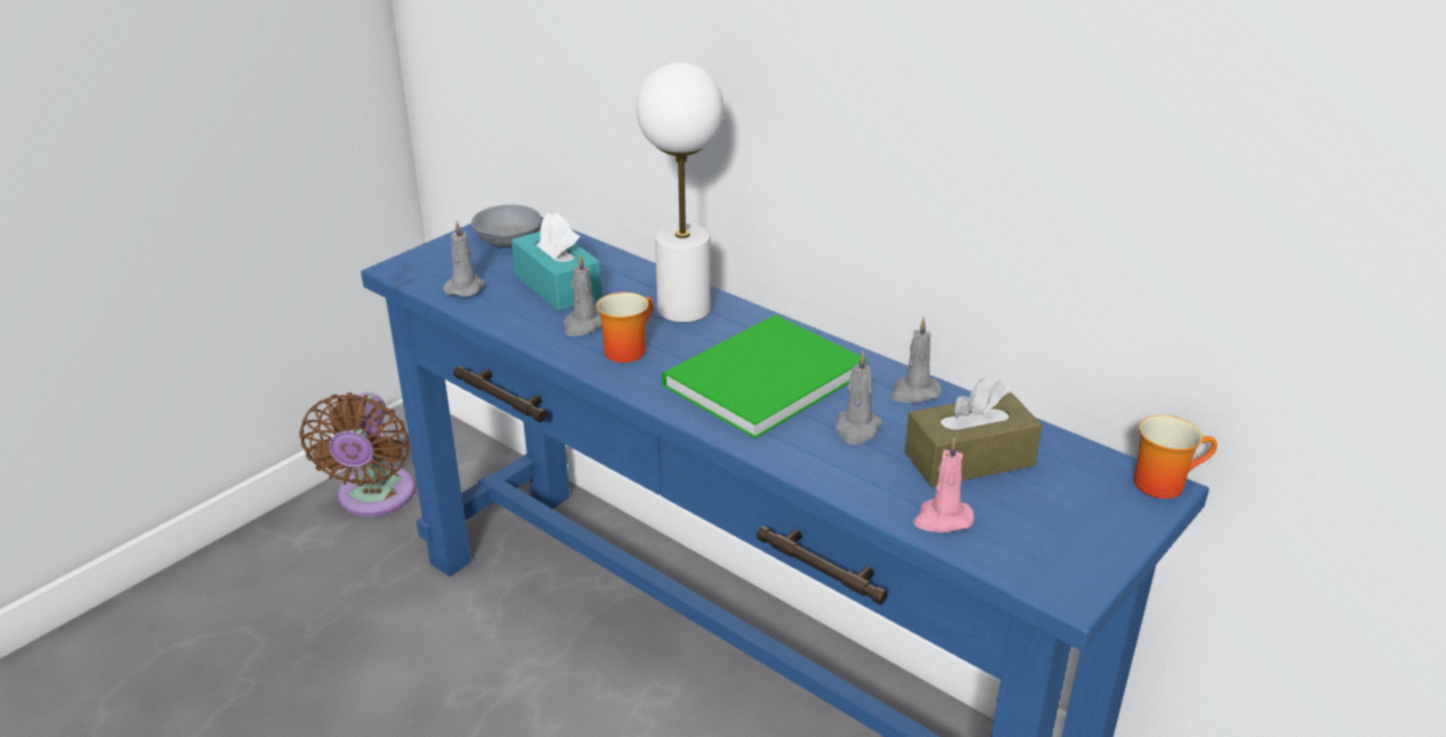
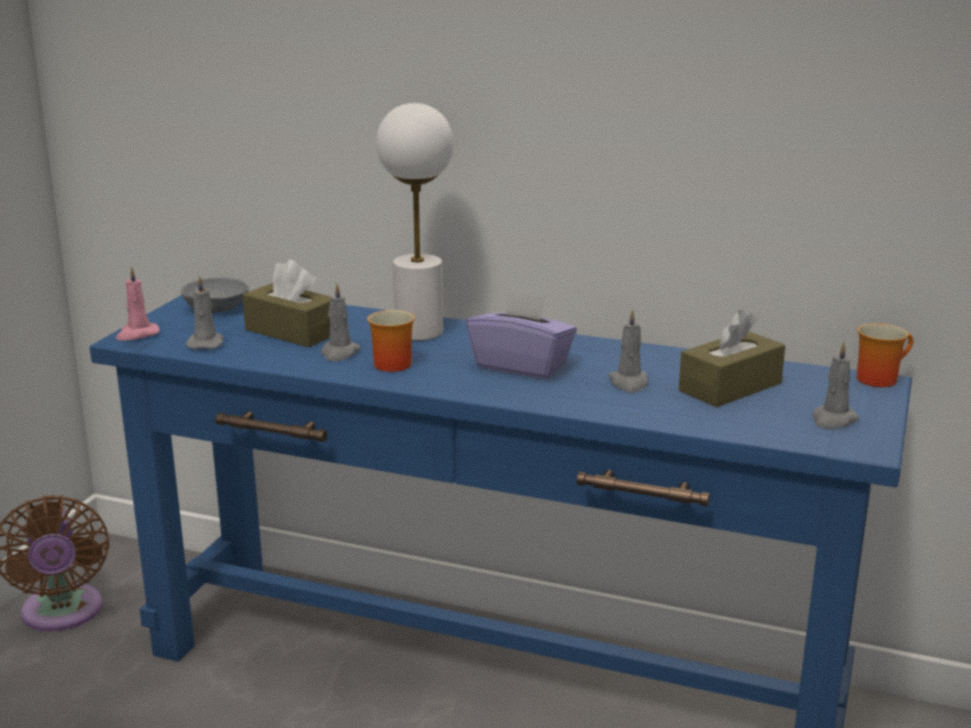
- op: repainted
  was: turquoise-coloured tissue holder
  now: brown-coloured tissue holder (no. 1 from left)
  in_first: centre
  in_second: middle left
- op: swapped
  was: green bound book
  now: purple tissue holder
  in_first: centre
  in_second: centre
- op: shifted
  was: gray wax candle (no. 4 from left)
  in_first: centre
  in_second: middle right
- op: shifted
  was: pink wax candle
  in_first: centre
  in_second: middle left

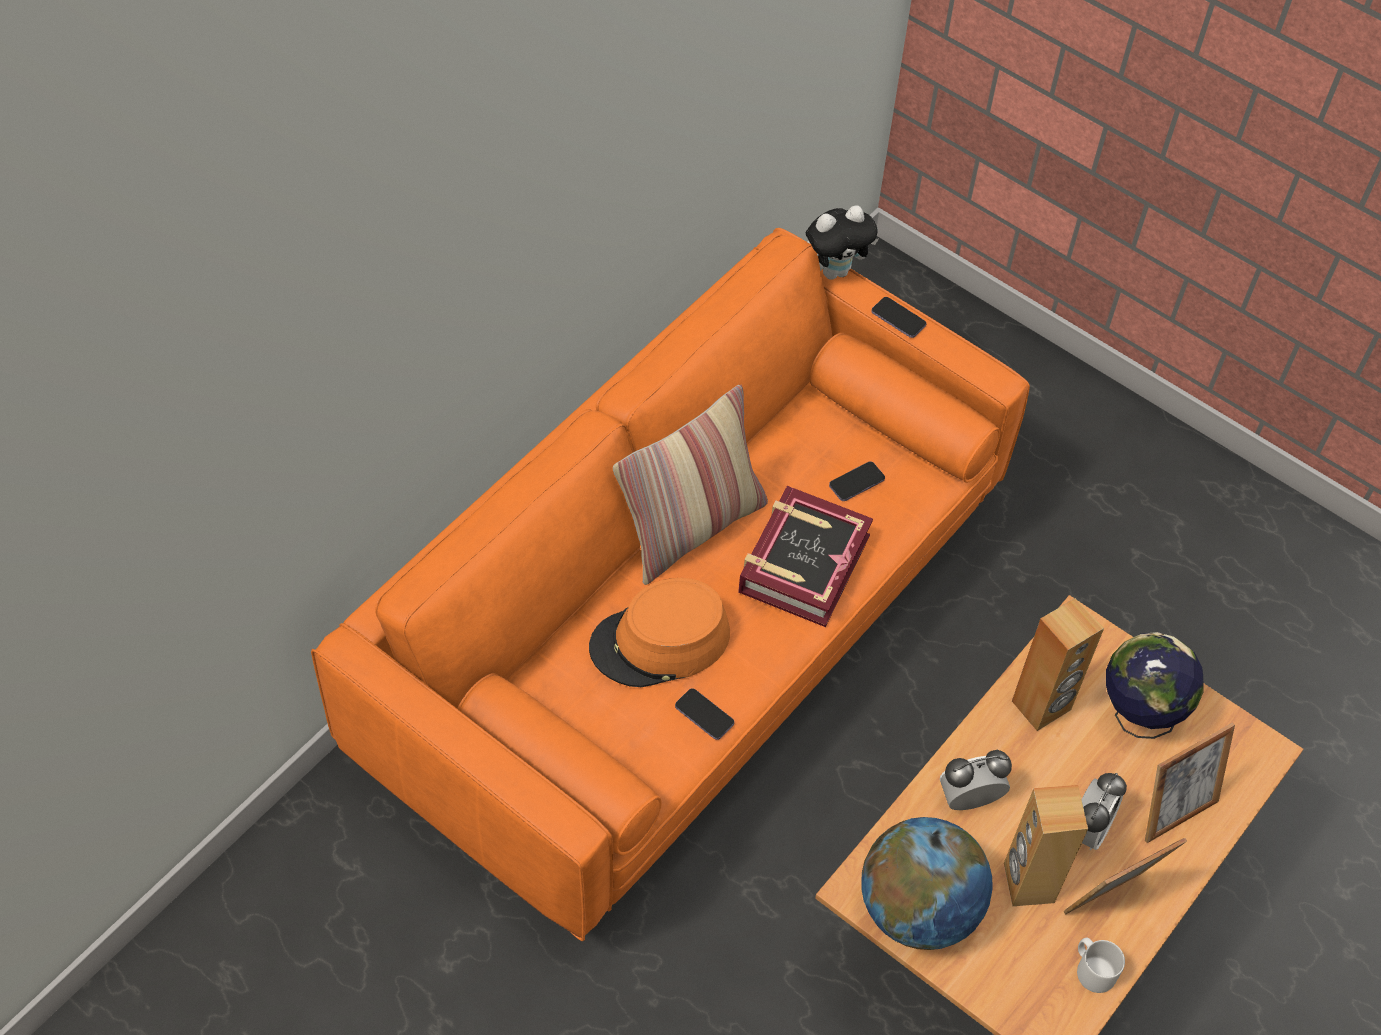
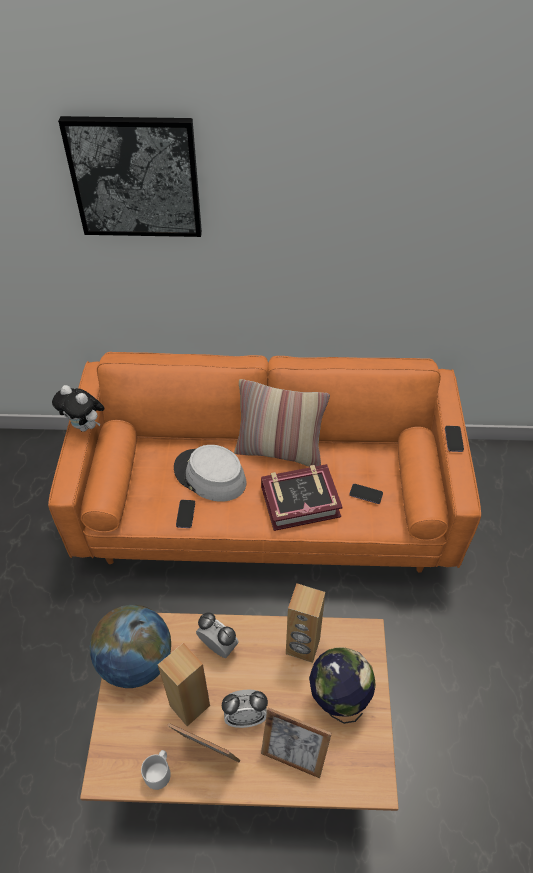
- op: repainted
  was: orange-coloured hat
  now: gray hat
  in_first: centre
  in_second: centre
- op: shifted
  was: plush toy
  in_first: top centre
  in_second: middle left
- op: new
  now: wall picture
  in_second: top left

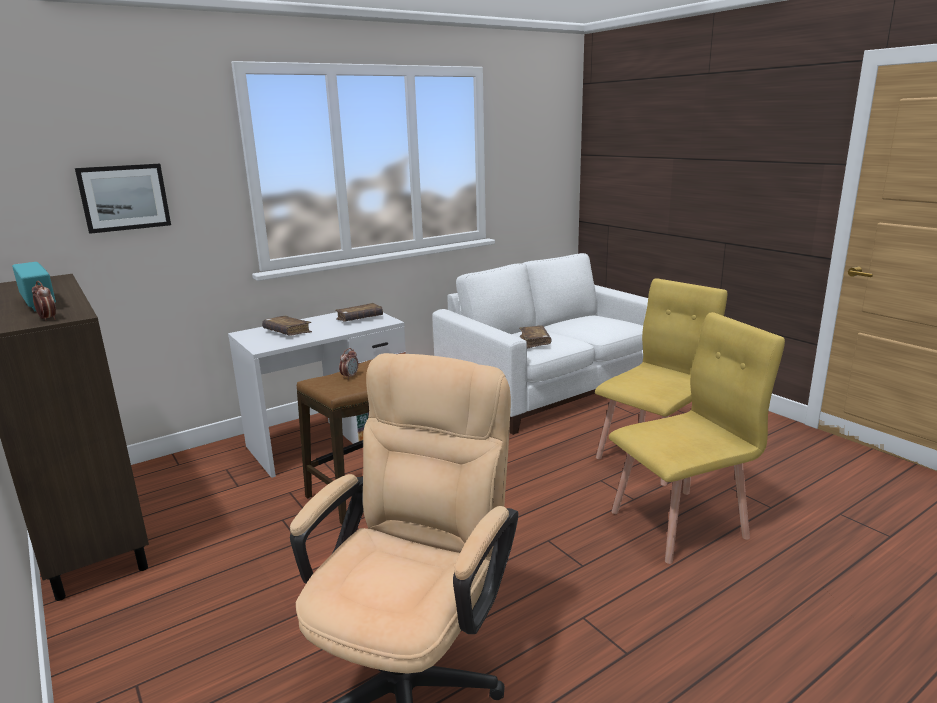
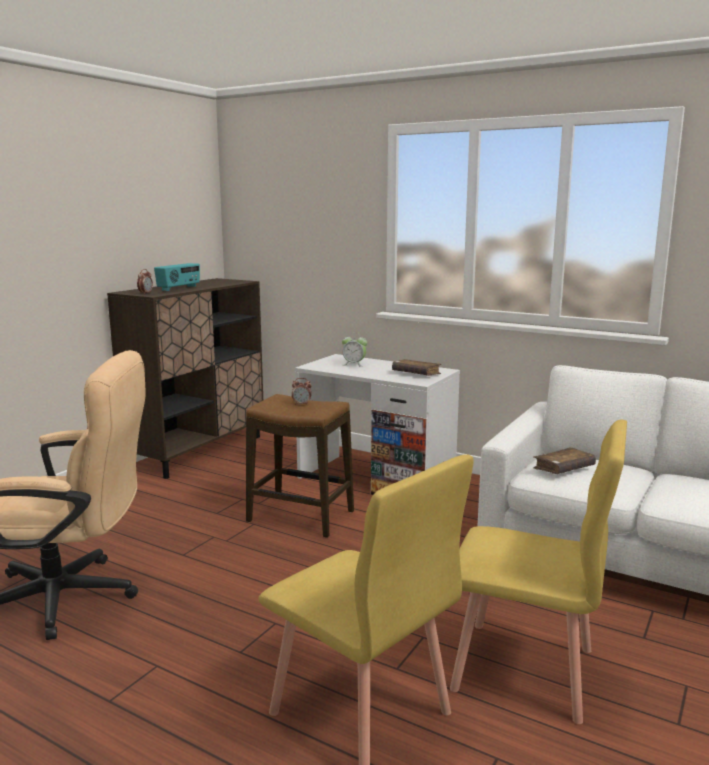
- op: gone
  was: wall picture
  in_first: top left
- op: swapped
  was: brown-coloured bound book (no. 1 from left)
  now: table clock (no. 3 from left)
  in_first: middle left
  in_second: centre

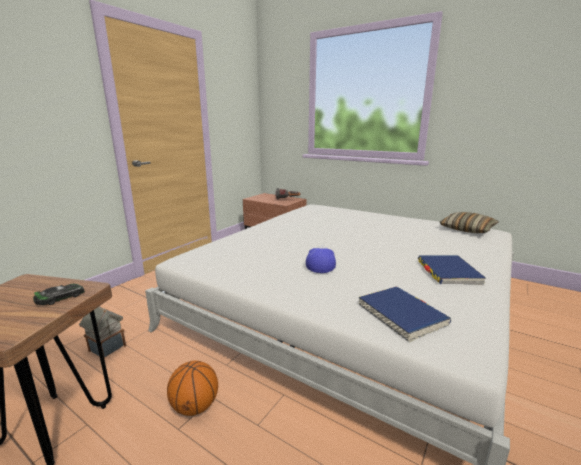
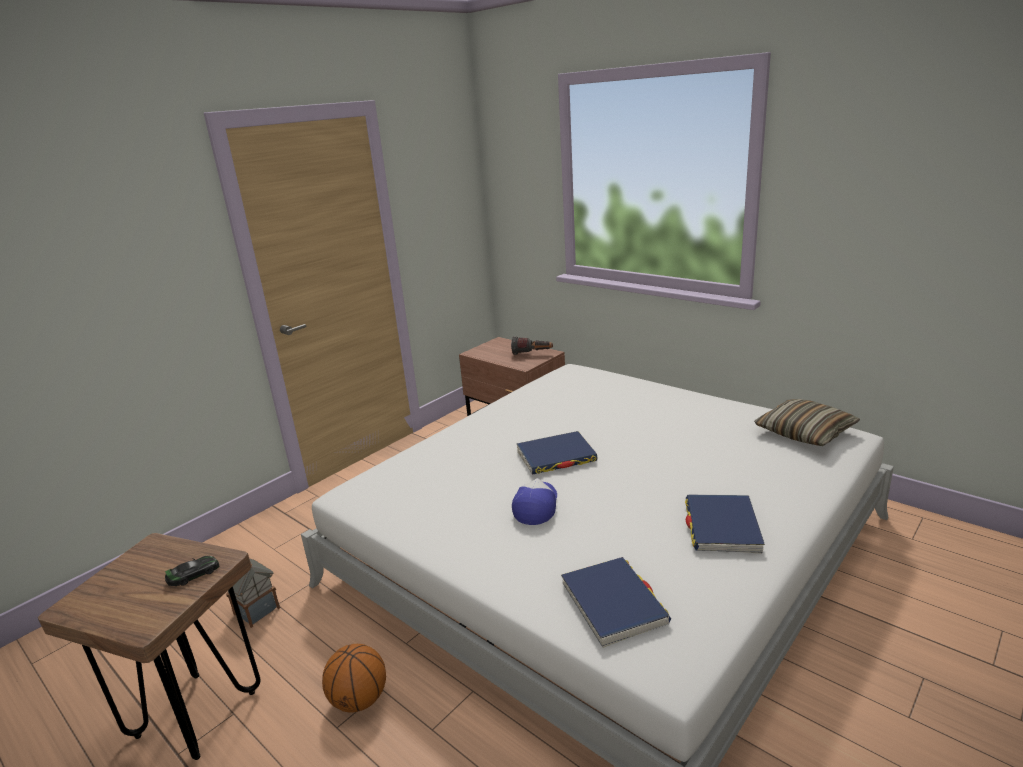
- op: new
  now: bluish bound book (no. 1 from left)
  in_second: centre

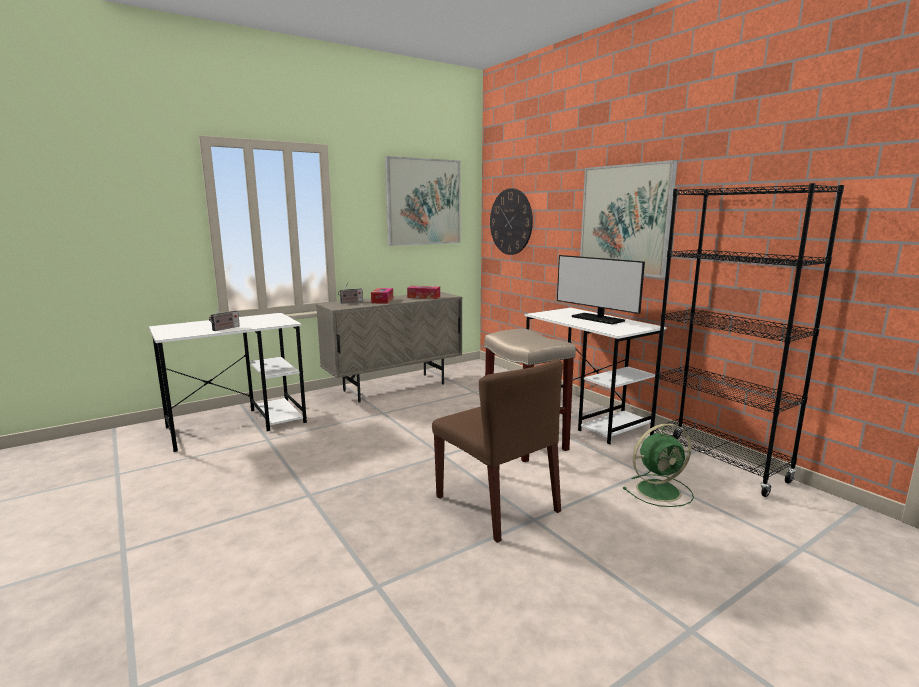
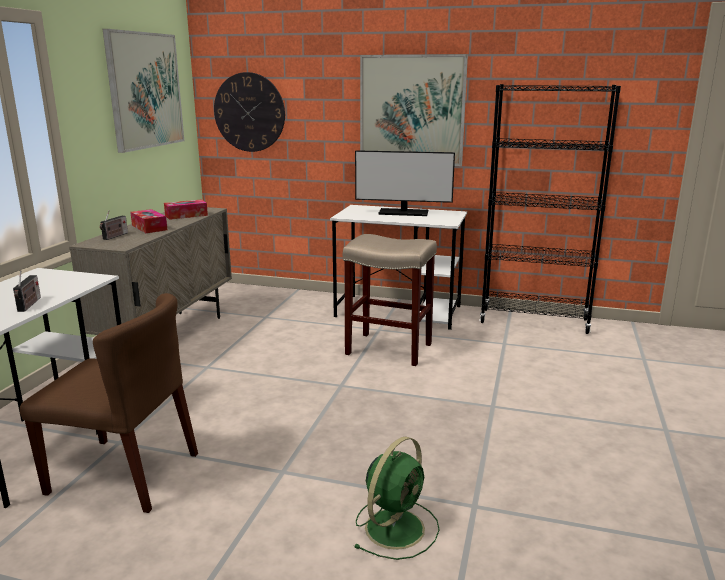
- op: shifted
  was: brown-coloured plain chair
  in_first: centre
  in_second: bottom left
- op: shifted
  was: green fan
  in_first: bottom right
  in_second: bottom centre

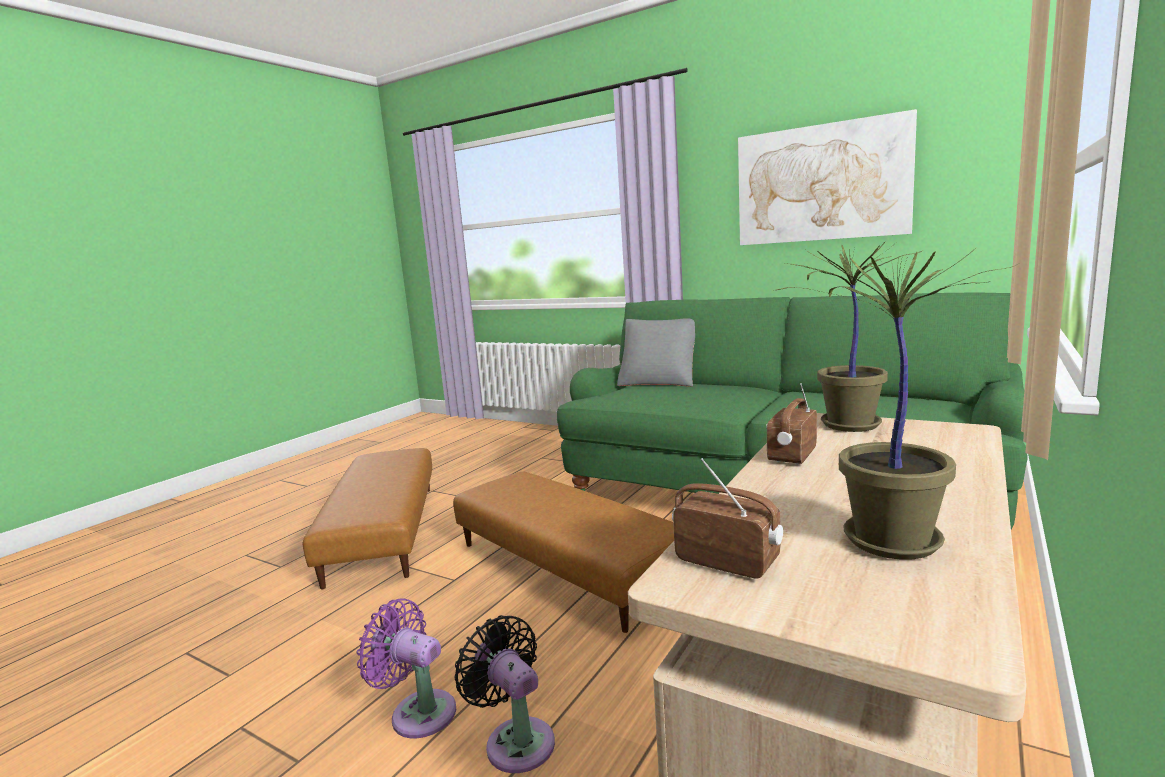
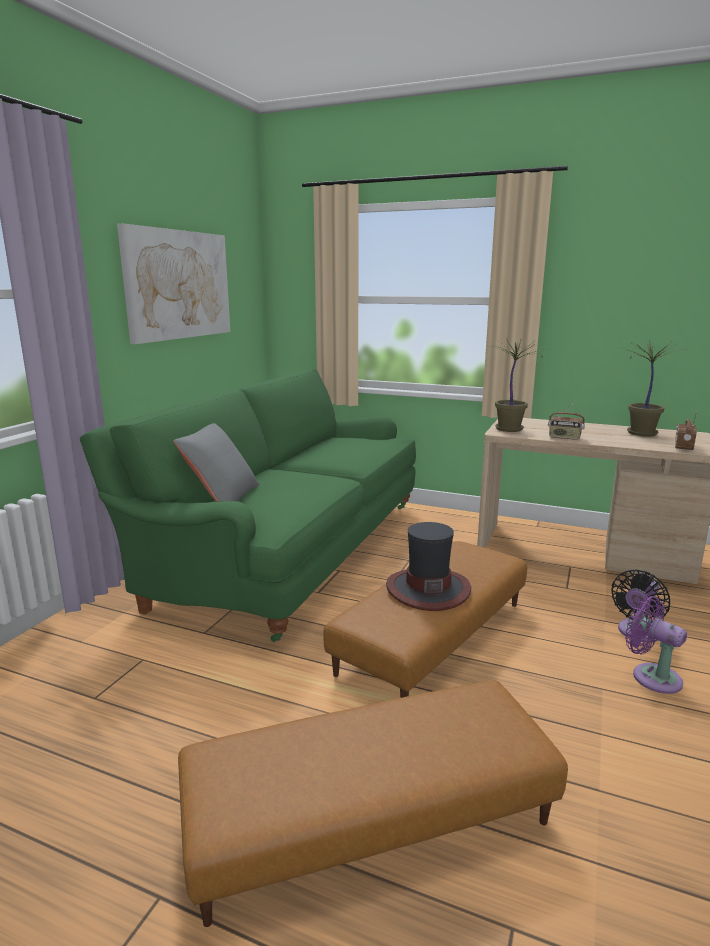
- op: rotated
  was: purple fan
  in_first: bottom centre
  in_second: bottom right
  clockwise: 120
- op: new
  now: hat
  in_second: centre

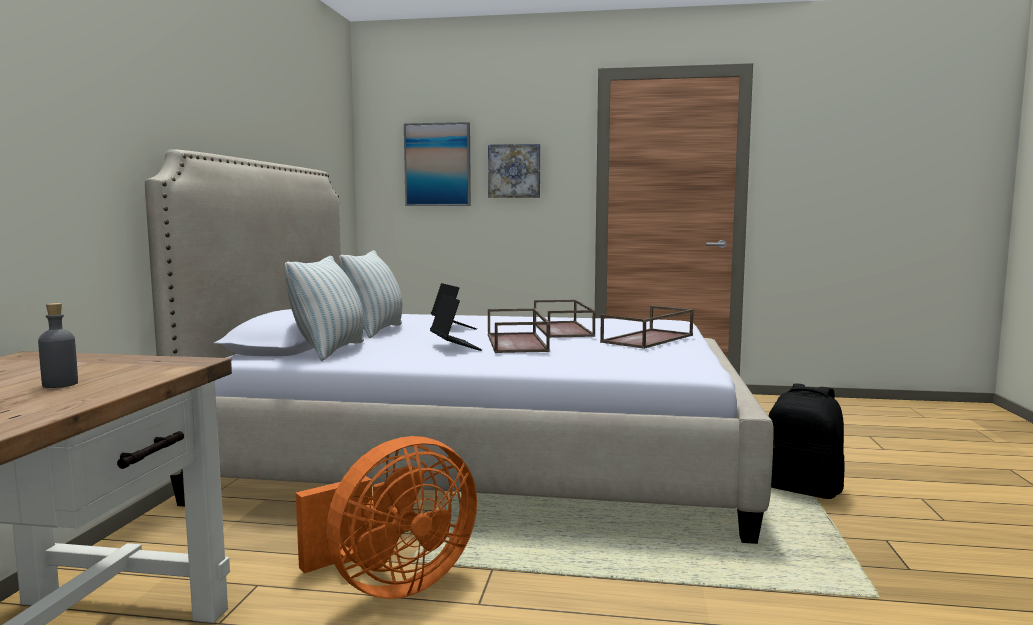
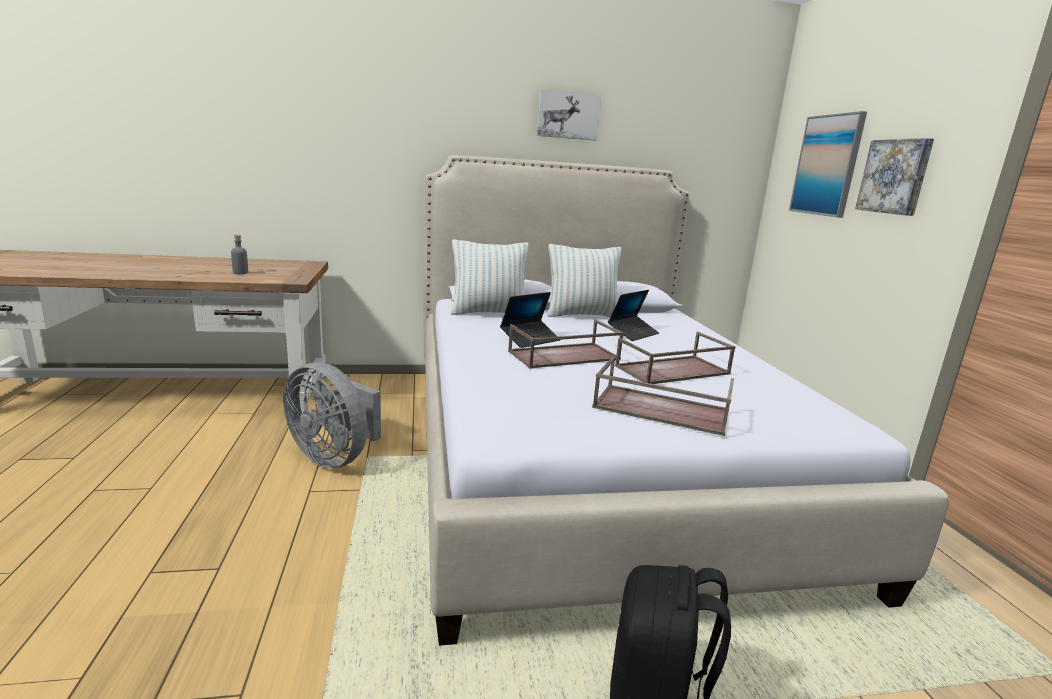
- op: repainted
  was: orange-coloured fan
  now: gray fan
  in_first: bottom centre
  in_second: middle left
- op: new
  now: wall picture (no. 1 from left)
  in_second: top centre

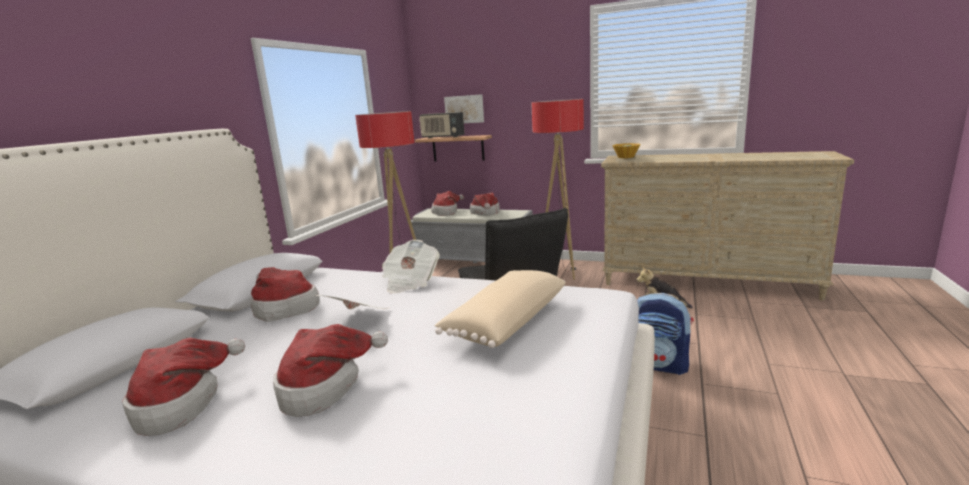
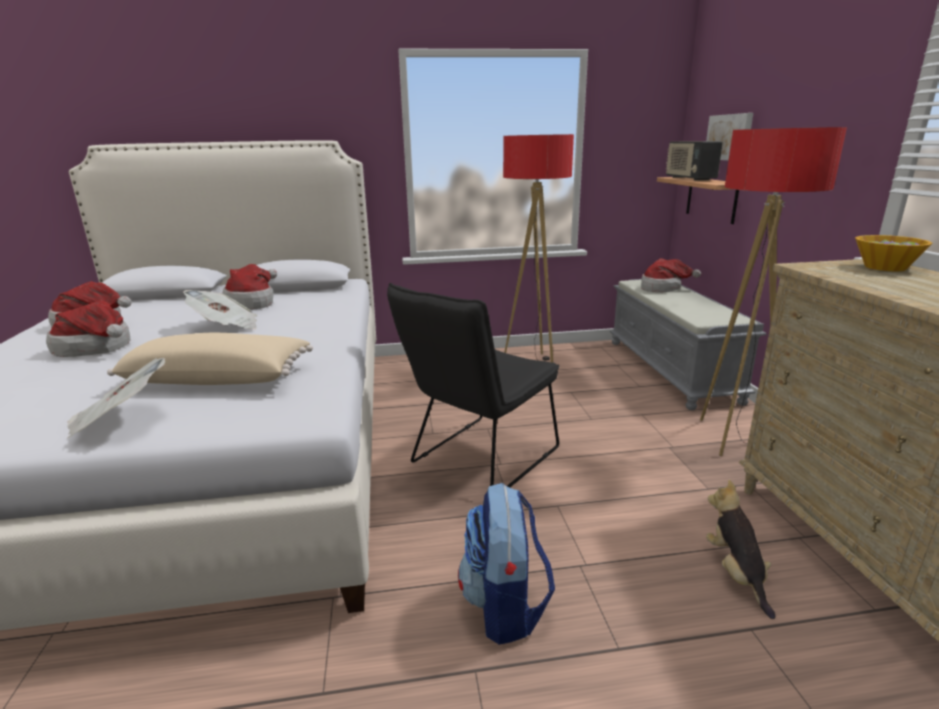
- op: shifted
  was: newspaper (no. 2 from left in the first image)
  now: newspaper (no. 1 from left)
  in_first: centre
  in_second: middle left
- op: gone
  was: hat (no. 5 from left)
  in_first: centre

